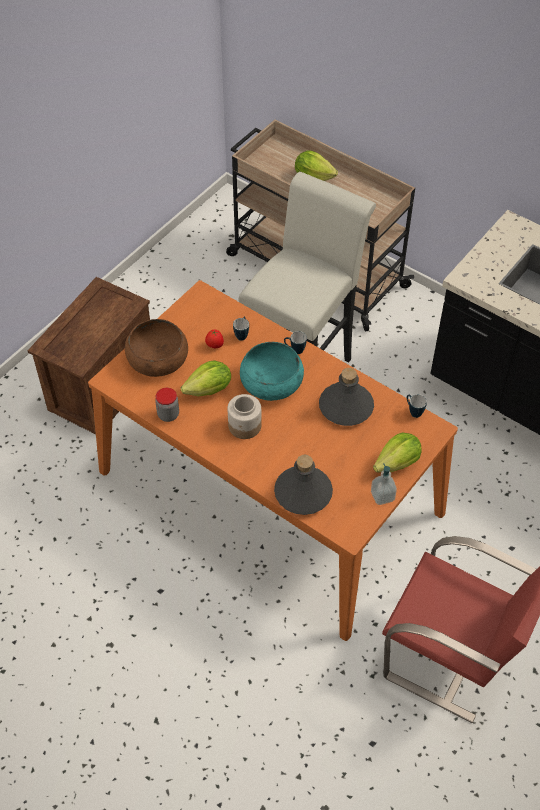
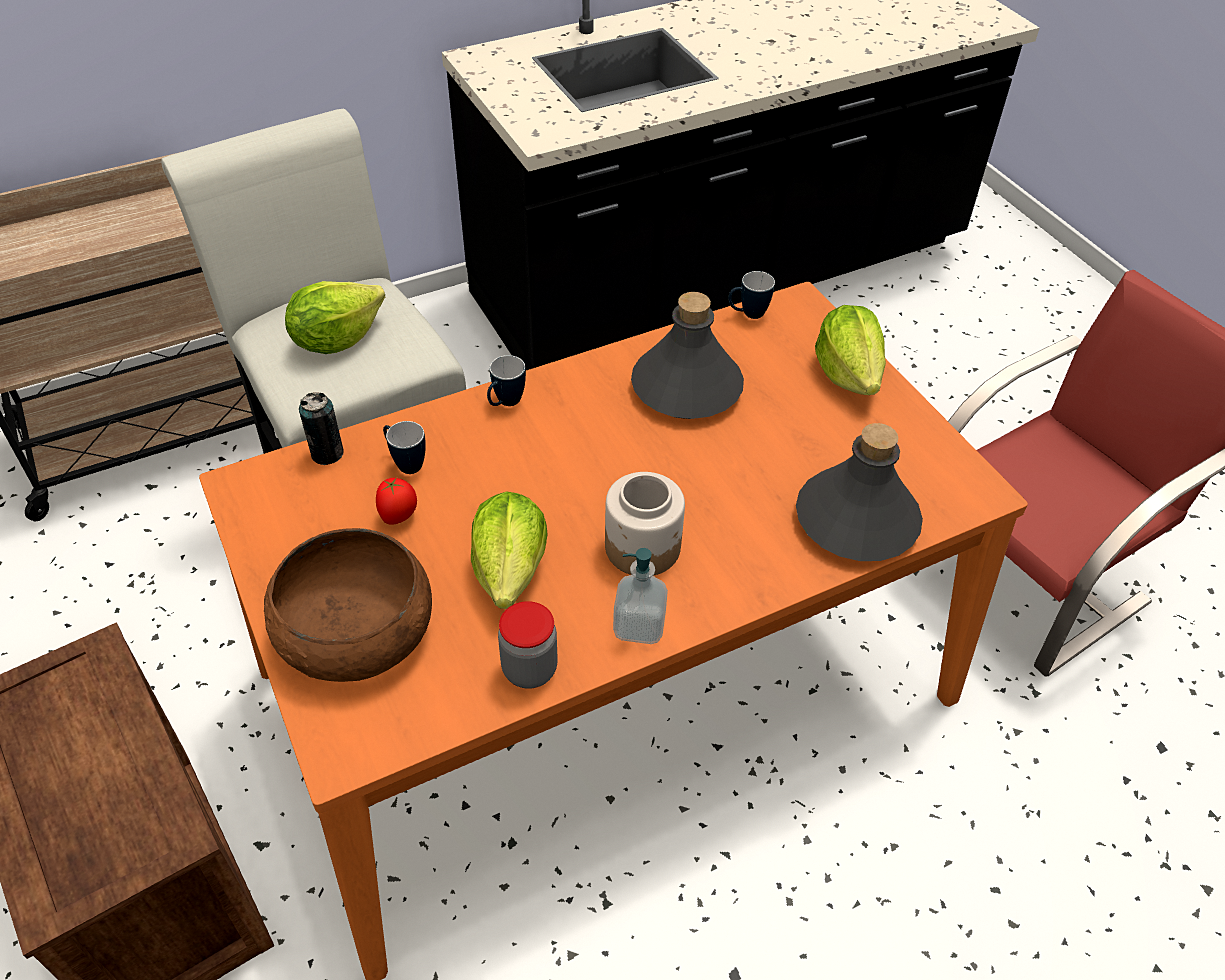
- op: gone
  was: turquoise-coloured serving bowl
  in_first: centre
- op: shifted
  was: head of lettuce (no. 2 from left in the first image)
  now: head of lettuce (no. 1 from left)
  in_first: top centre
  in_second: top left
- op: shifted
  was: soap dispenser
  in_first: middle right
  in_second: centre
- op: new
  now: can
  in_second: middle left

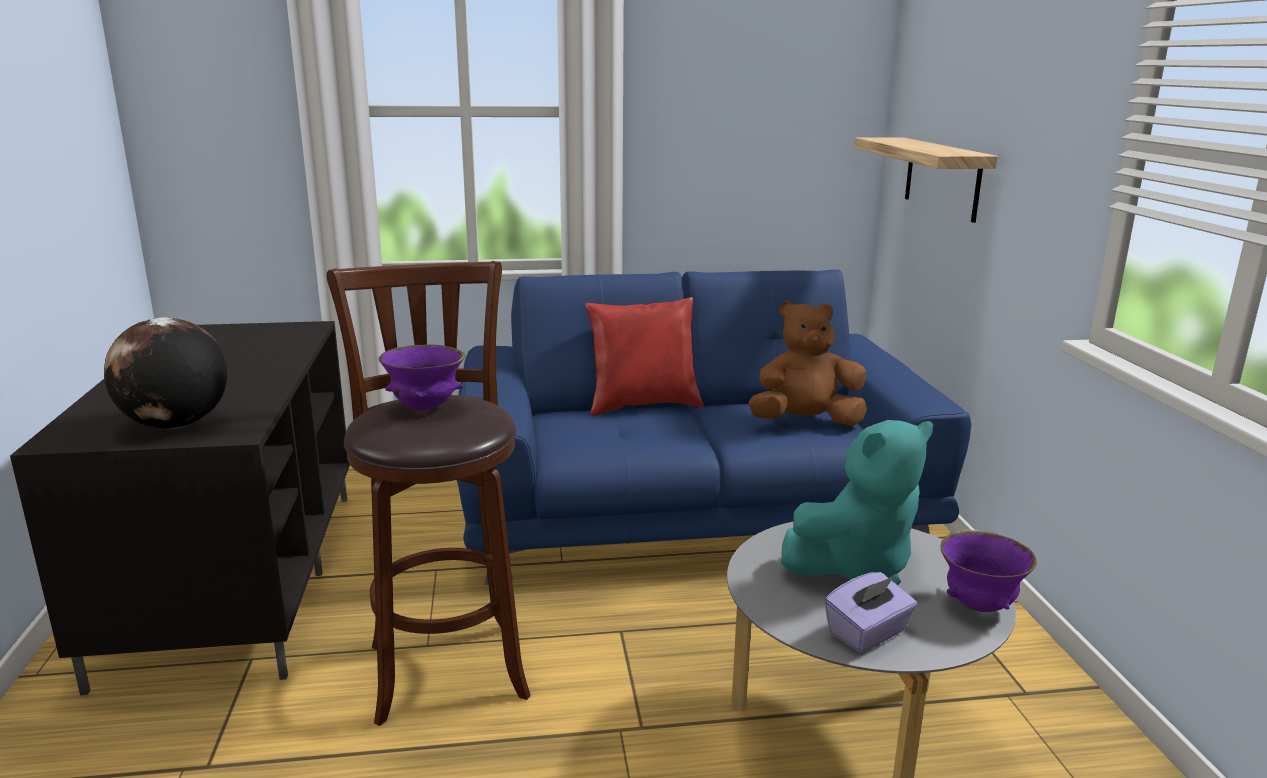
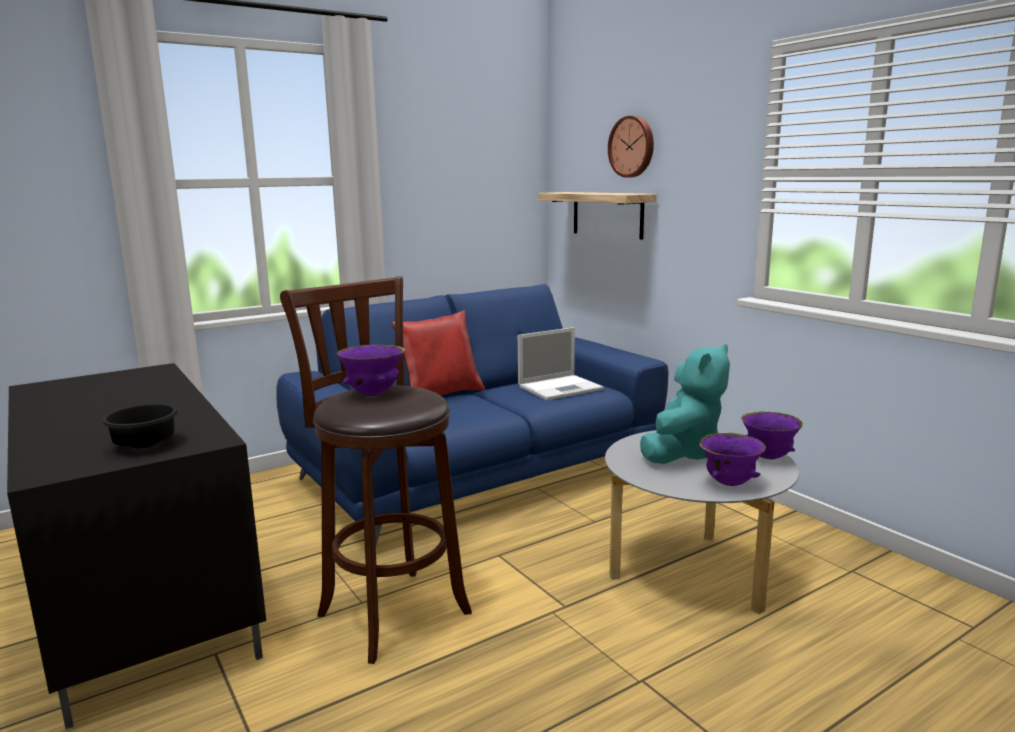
- op: swapped
  was: desk globe
  now: blackish serving bowl
  in_first: middle left
  in_second: middle left
- op: swapped
  was: brown-coloured plush toy
  now: notebook computer
  in_first: centre
  in_second: centre
- op: swapped
  was: purple tissue holder
  now: purple serving bowl (no. 2 from left)
  in_first: bottom right
  in_second: middle right
- op: new
  now: wall clock
  in_second: top centre

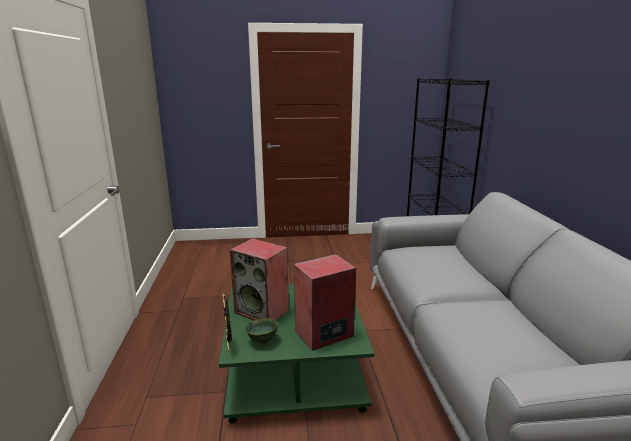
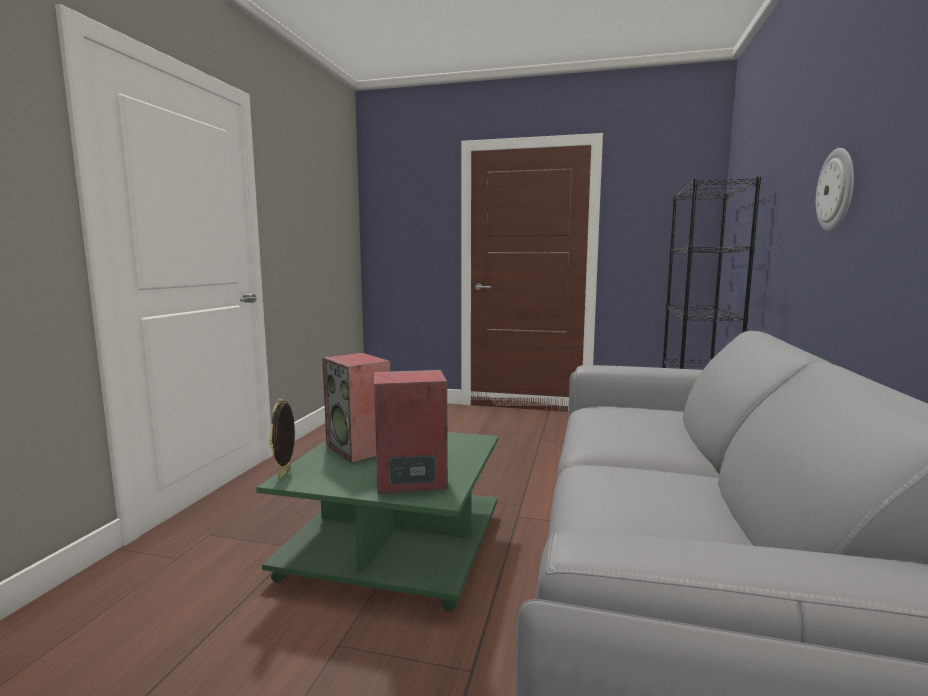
- op: gone
  was: green serving bowl
  in_first: bottom centre
- op: new
  now: wall clock
  in_second: top right

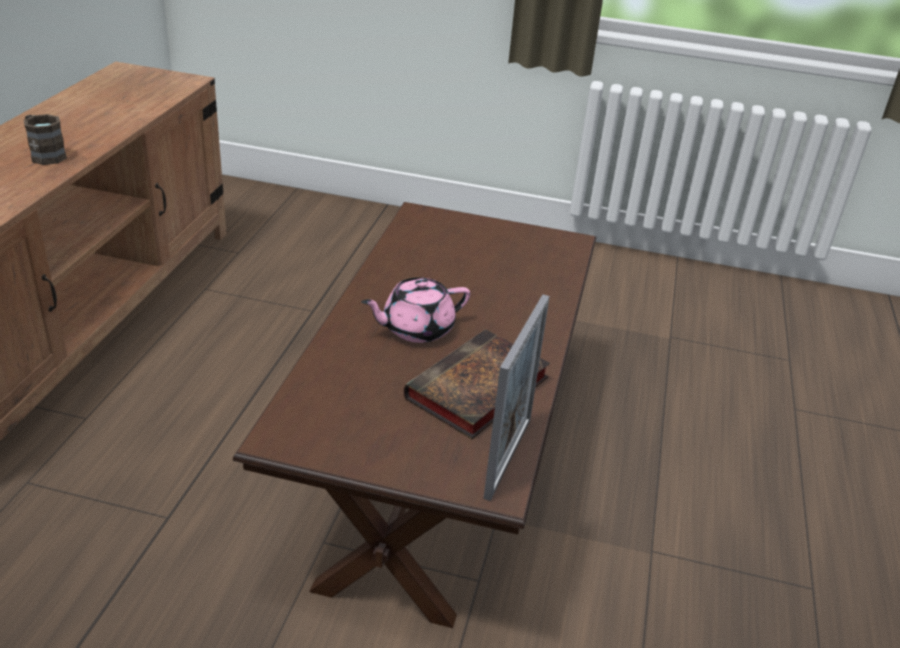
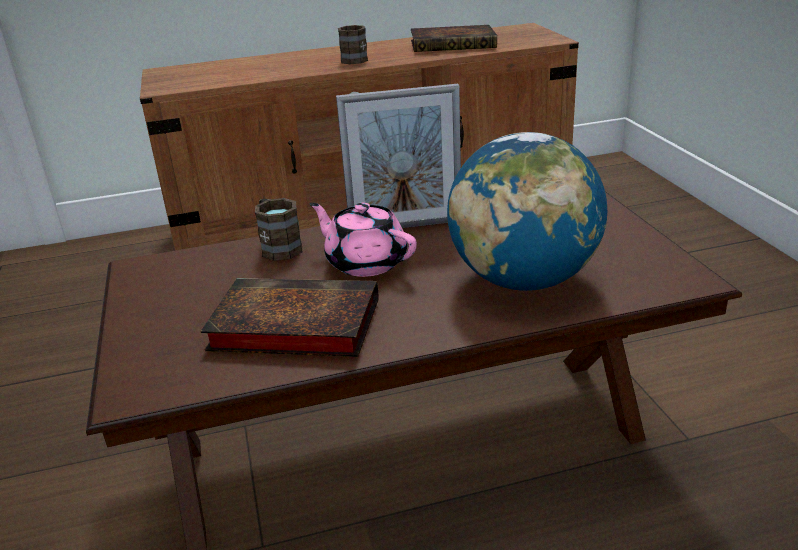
- op: shifted
  was: photo frame
  in_first: centre
  in_second: top centre
- op: new
  now: brown-coloured tea mug (no. 1 from left)
  in_second: centre
- op: new
  now: bound book (no. 2 from left)
  in_second: top centre
- op: new
  now: desk globe
  in_second: centre

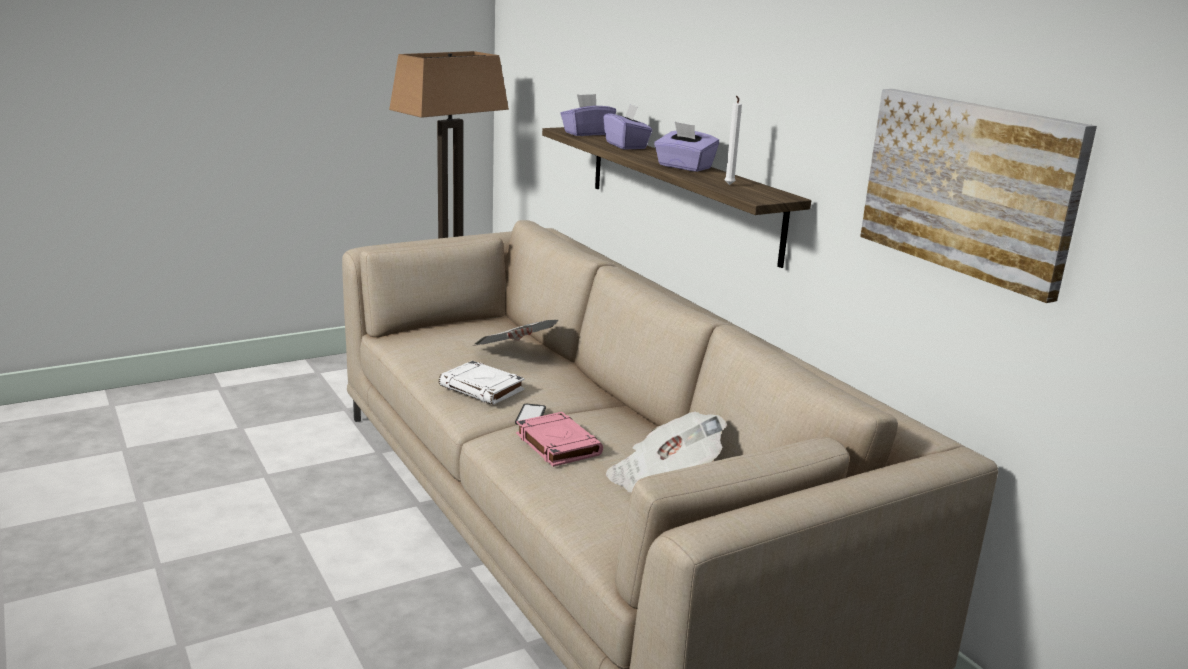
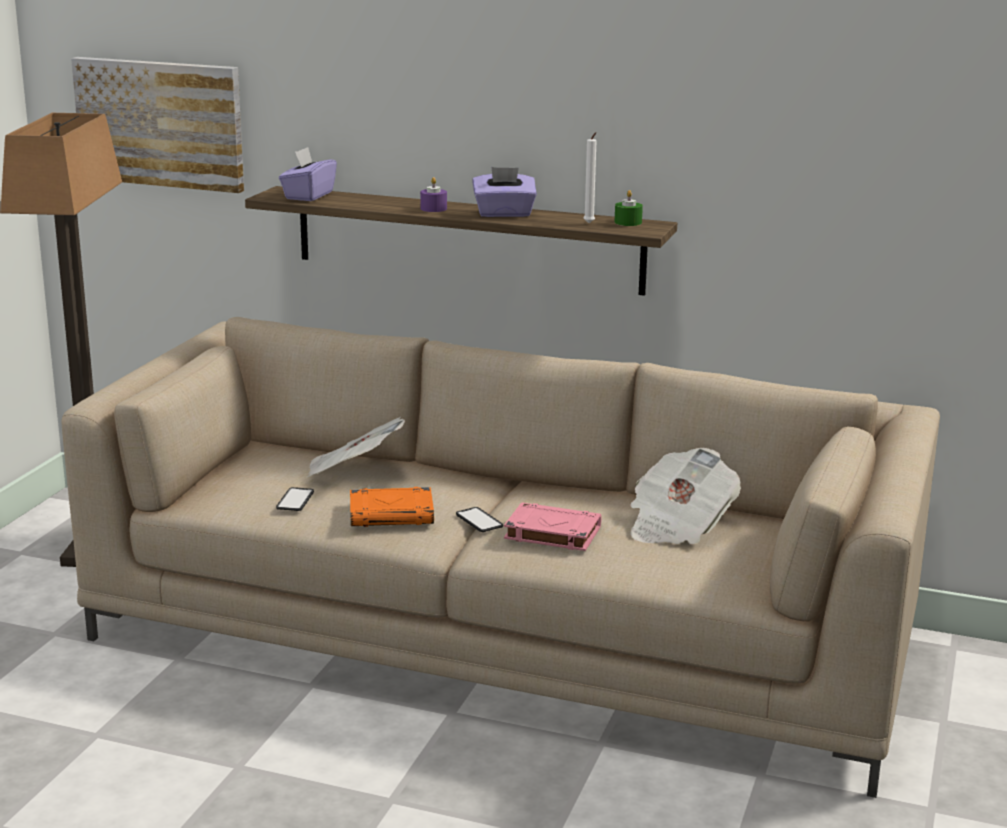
- op: repainted
  was: white bound book
  now: orange-coloured bound book
  in_first: centre
  in_second: centre
- op: gone
  was: purple tissue holder (no. 2 from left)
  in_first: top centre
- op: shifted
  was: wall picture
  in_first: top right
  in_second: top left
- op: new
  now: handset (no. 1 from left)
  in_second: middle left
- op: new
  now: purple wax candle
  in_second: top centre
- op: new
  now: green wax candle
  in_second: top centre

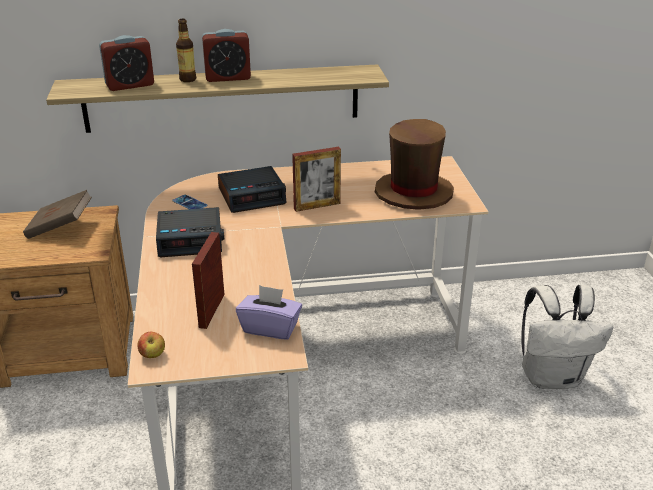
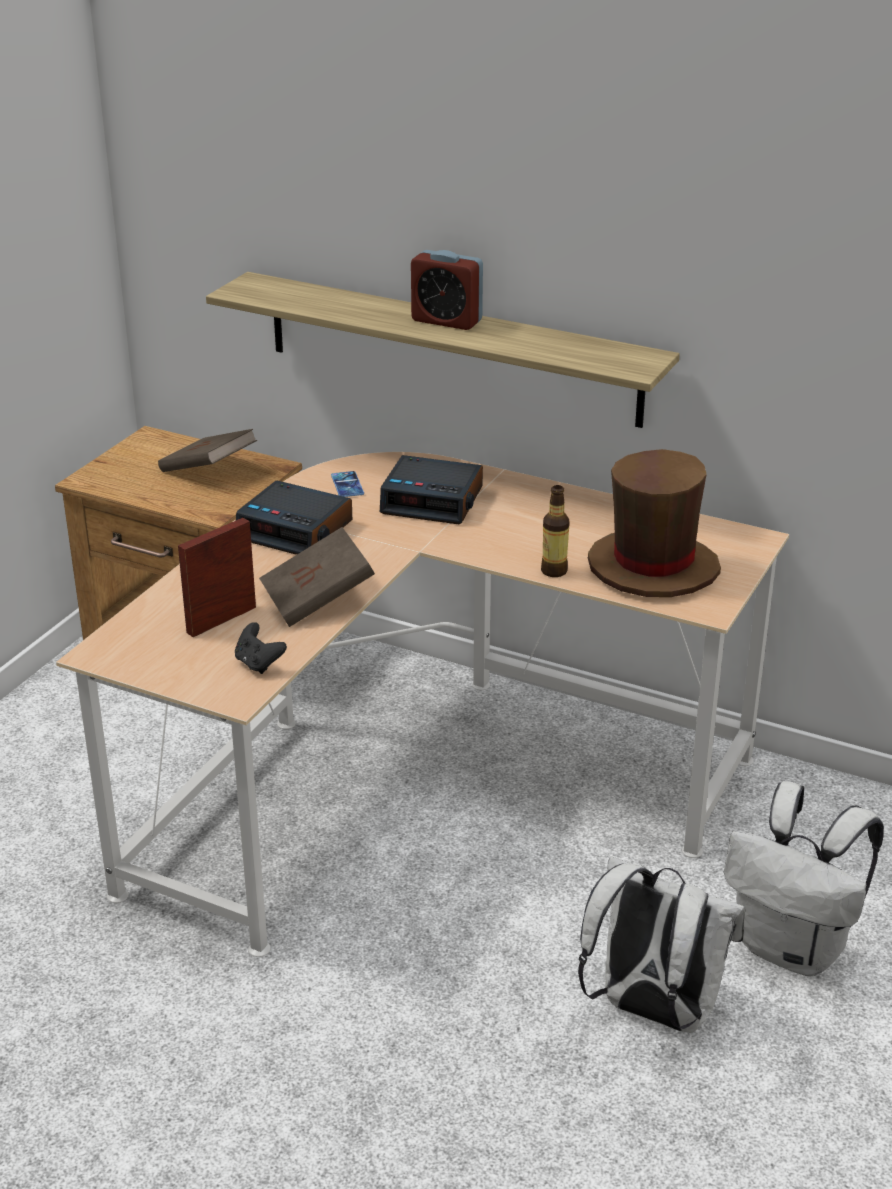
- op: gone
  was: table clock (no. 1 from left)
  in_first: top left
- op: gone
  was: apple
  in_first: bottom left
- op: shifted
  was: bottle
  in_first: top left
  in_second: centre
- op: swapped
  was: purple tissue holder
  now: blackish game controller
  in_first: centre
  in_second: middle left
- op: gone
  was: photo frame (no. 2 from left)
  in_first: centre
- op: new
  now: brown-coloured bound book (no. 2 from left)
  in_second: centre
- op: new
  now: white backpack (no. 1 from left)
  in_second: bottom right

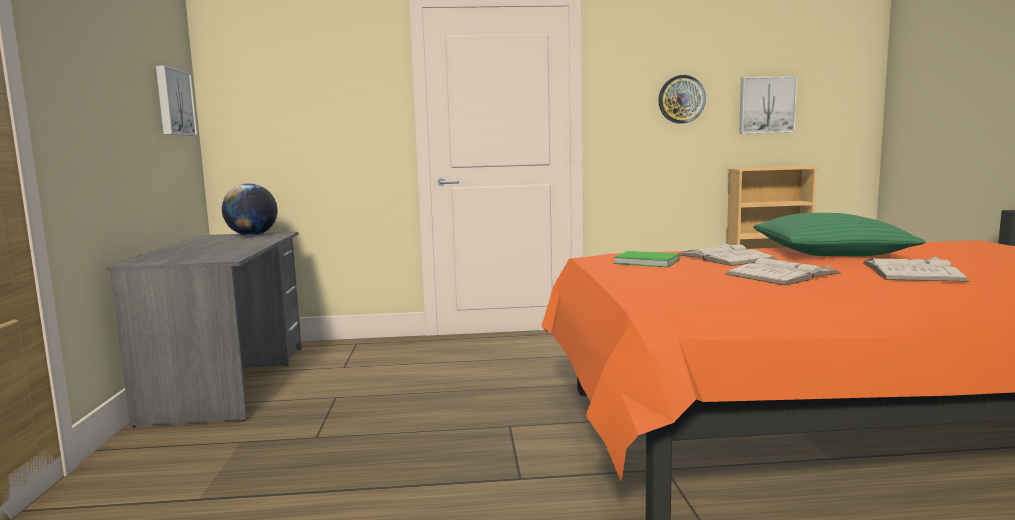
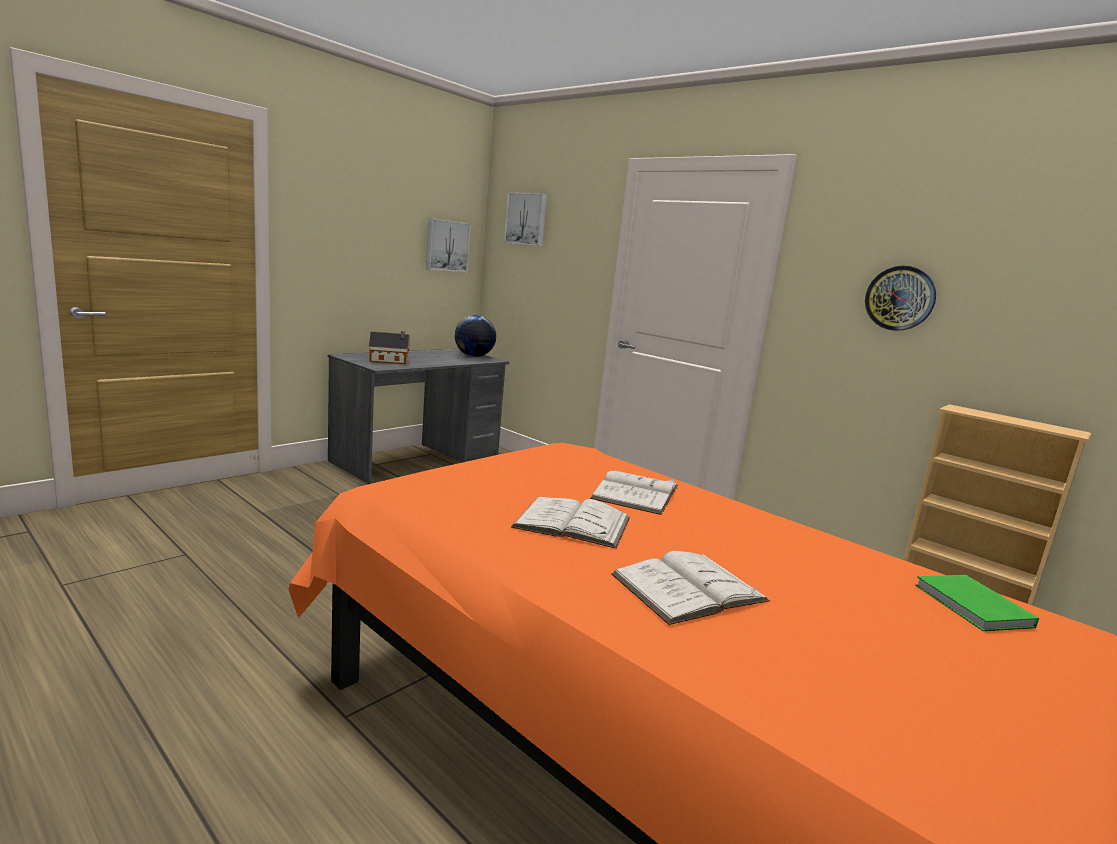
- op: shifted
  was: green bound book
  in_first: centre
  in_second: bottom right
- op: shifted
  was: wall picture (no. 2 from left)
  in_first: top right
  in_second: top centre
- op: gone
  was: green throw pillow
  in_first: middle right
- op: new
  now: miniature house
  in_second: centre

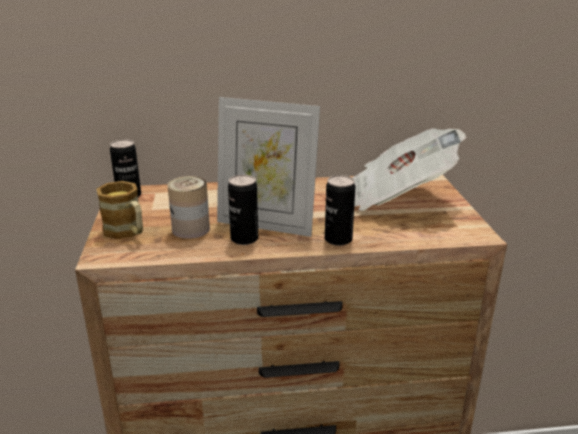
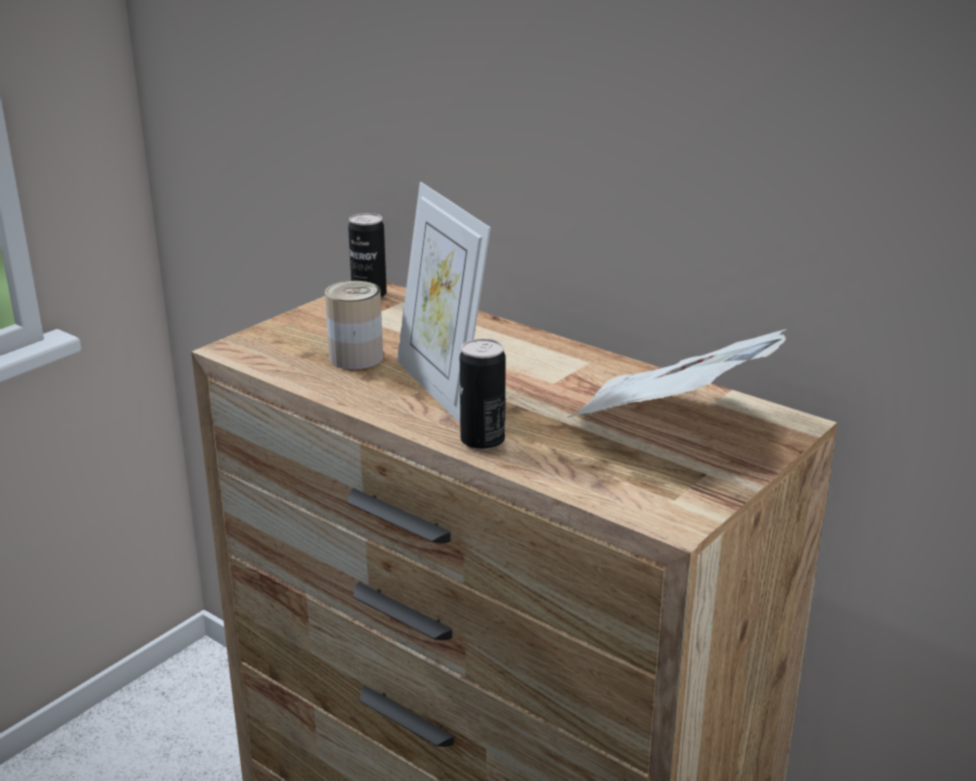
- op: gone
  was: tea mug
  in_first: middle left
- op: gone
  was: can (no. 3 from left)
  in_first: centre

